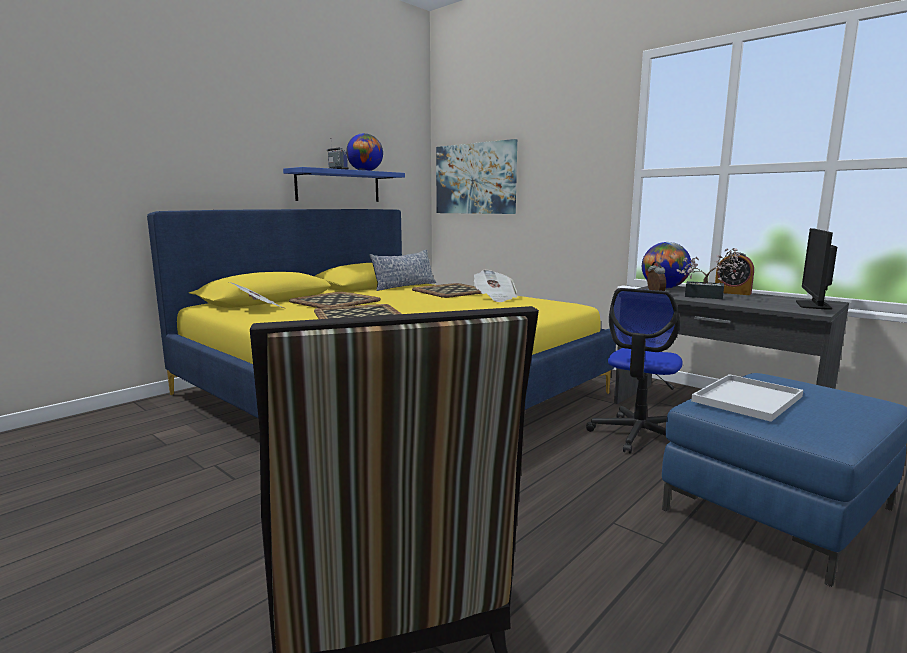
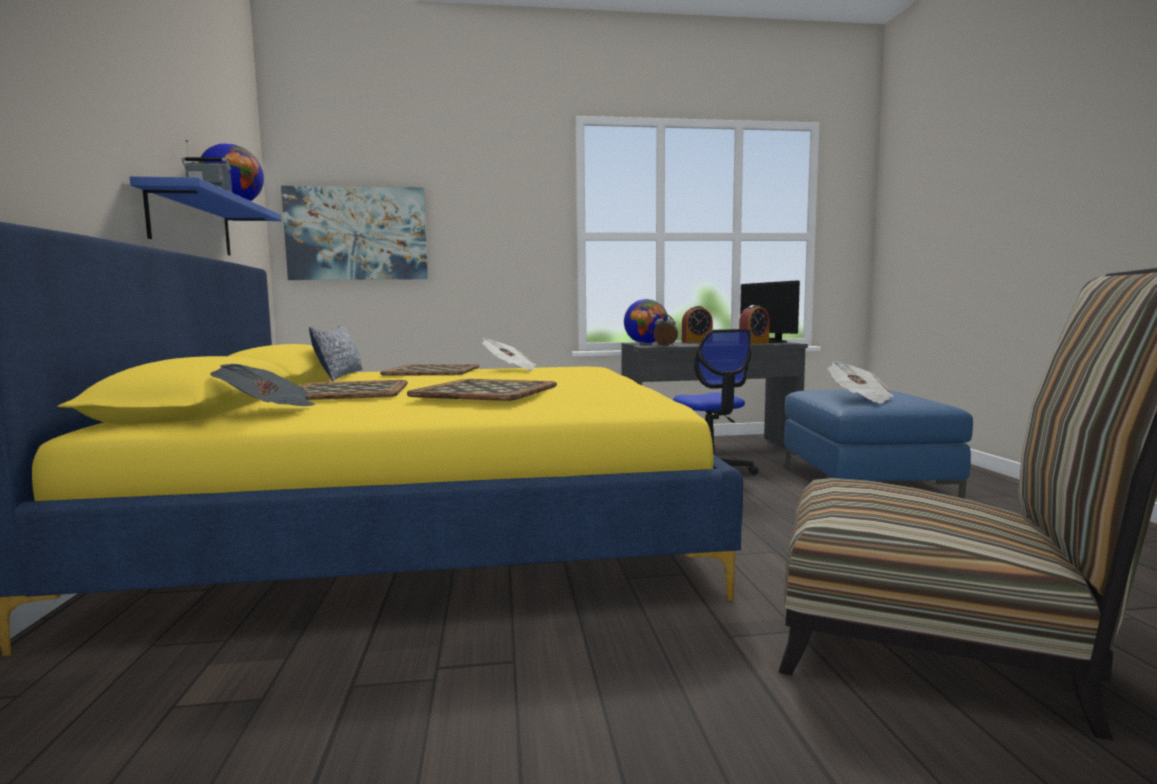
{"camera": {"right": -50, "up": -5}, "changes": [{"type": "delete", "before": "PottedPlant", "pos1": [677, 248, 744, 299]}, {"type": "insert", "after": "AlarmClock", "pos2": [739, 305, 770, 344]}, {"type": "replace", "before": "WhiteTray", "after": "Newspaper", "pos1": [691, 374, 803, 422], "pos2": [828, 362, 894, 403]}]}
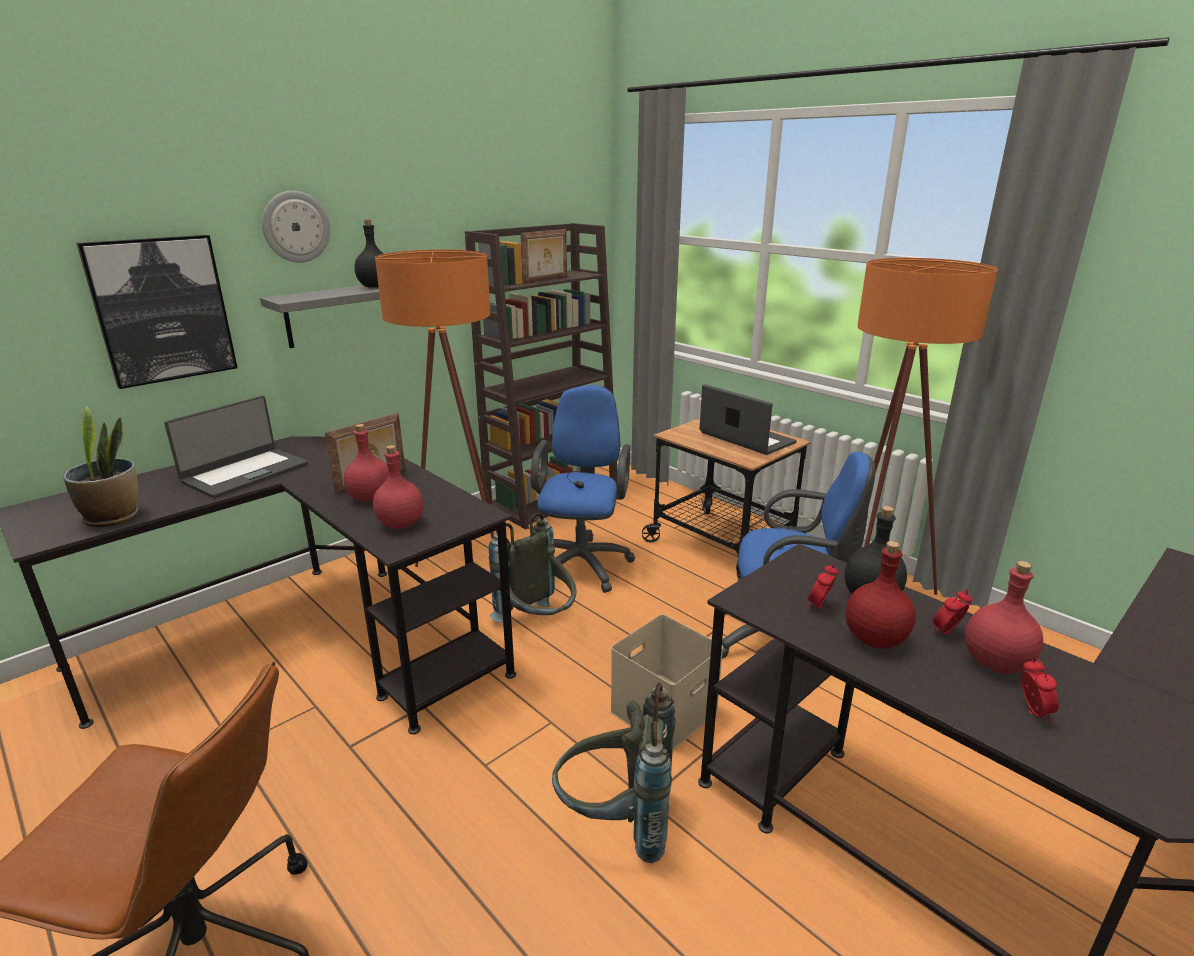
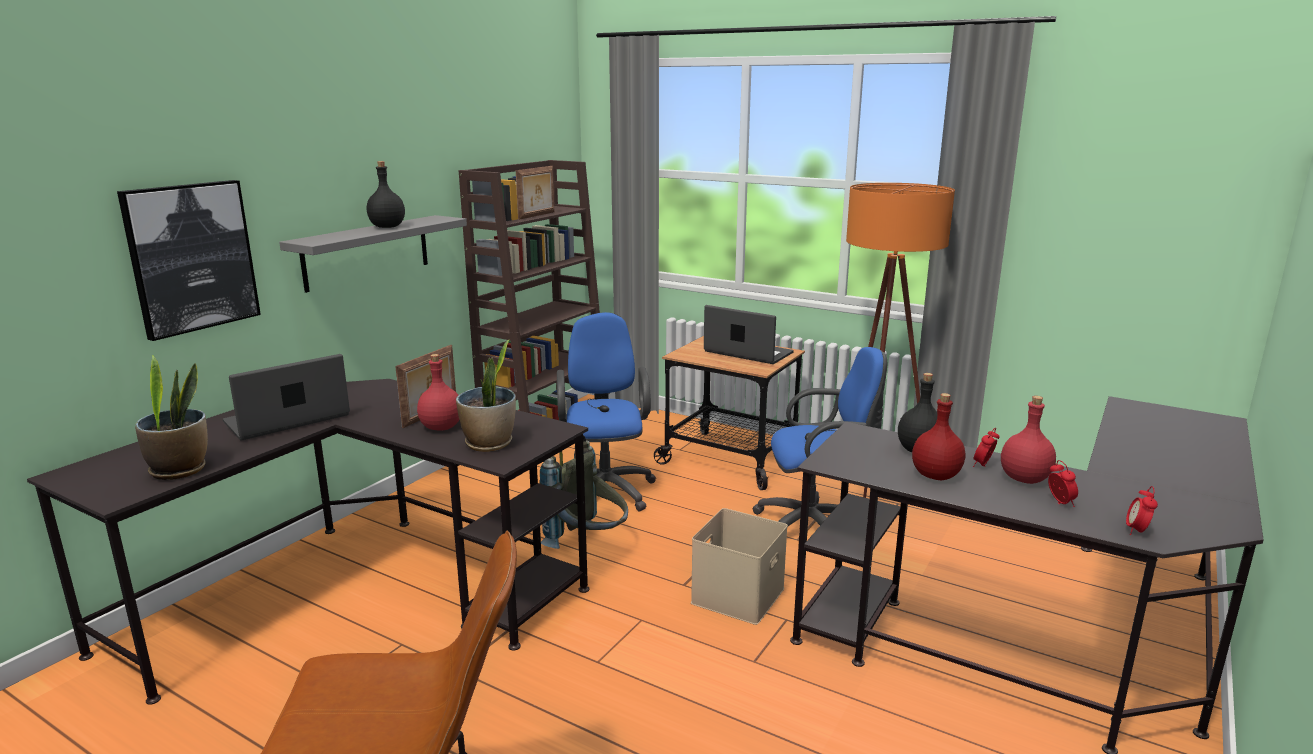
{"camera": {"right": -15, "up": -5}, "changes": [{"type": "delete", "before": "WallClock", "pos1": [262, 191, 330, 263]}, {"type": "delete", "before": "OrangeFloorLamp", "pos1": [375, 250, 497, 567]}, {"type": "delete", "before": "GreyBackpack", "pos1": [552, 683, 675, 863]}, {"type": "move", "before": "AlarmClock", "pos1": [807, 563, 839, 609], "pos2": [1126, 486, 1158, 535]}, {"type": "replace", "before": "RedBottle", "after": "PottedPlant", "pos1": [373, 445, 423, 529], "pos2": [456, 339, 516, 452]}, {"type": "rotate", "before": "Laptop", "pos1": [164, 396, 308, 498], "pos2": [223, 354, 350, 440], "turn": -150}]}
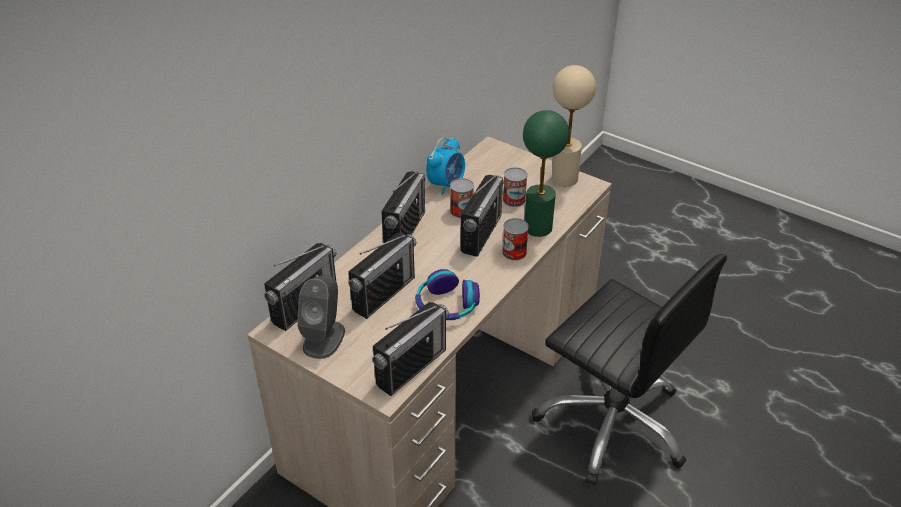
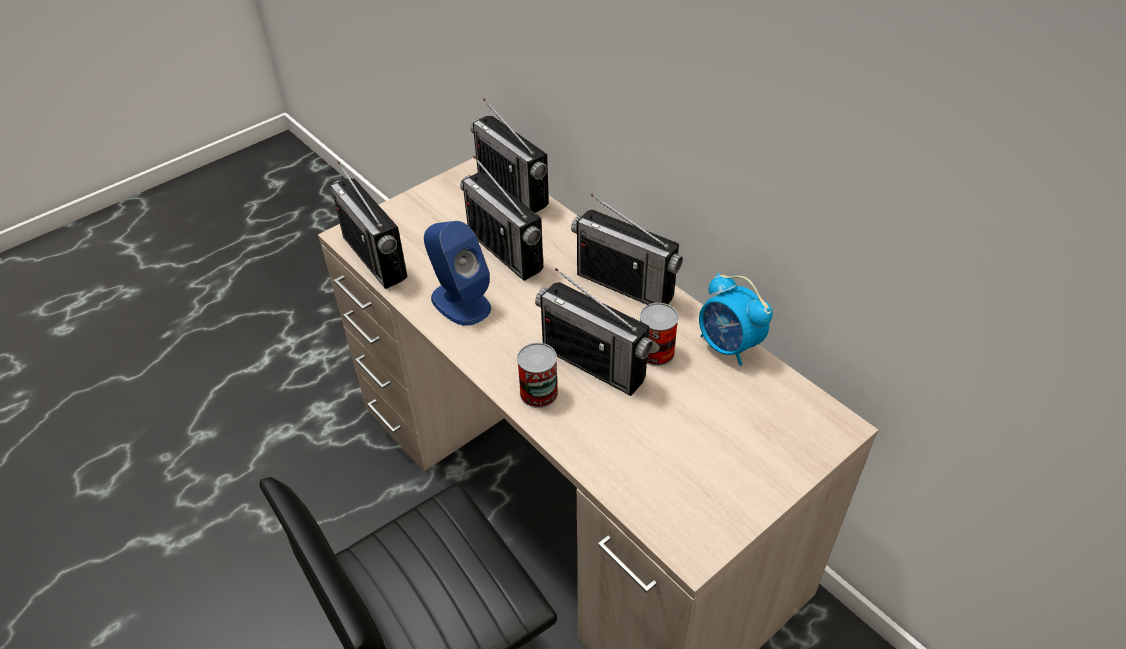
{"camera": {"right": 105, "up": 5}, "changes": [{"type": "delete", "before": "GreySpeaker", "pos1": [297, 275, 345, 359]}, {"type": "delete", "before": "Can", "pos1": [503, 167, 527, 207]}, {"type": "delete", "before": "GreenTableLamp", "pos1": [523, 110, 569, 237]}, {"type": "delete", "before": "BeigeTableLamp", "pos1": [552, 65, 596, 186]}, {"type": "replace", "before": "Headphones", "after": "BlueSpeaker", "pos1": [415, 269, 480, 320], "pos2": [424, 221, 491, 326]}]}
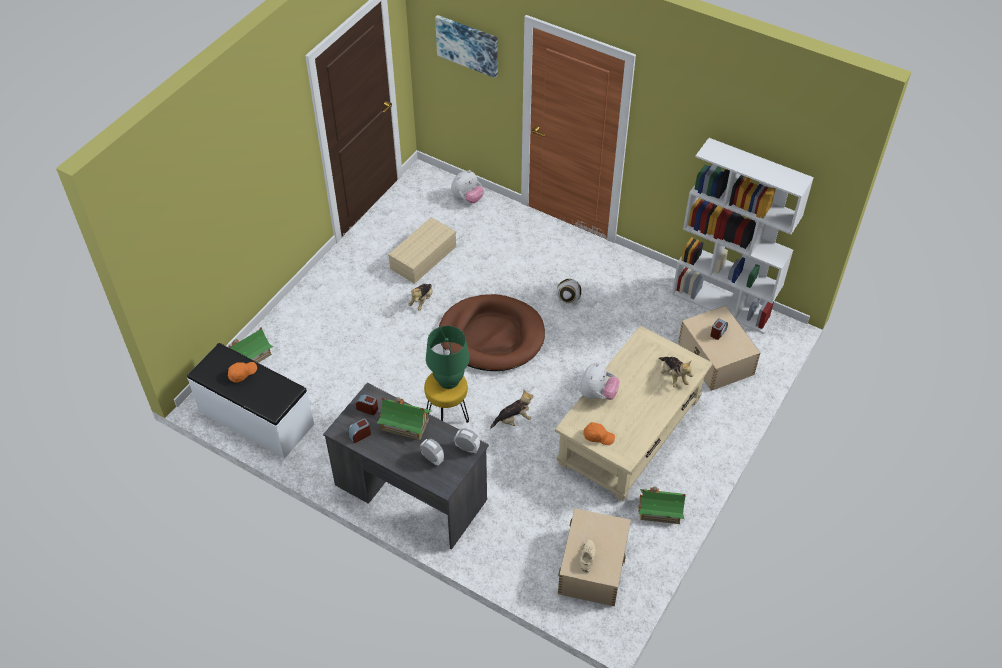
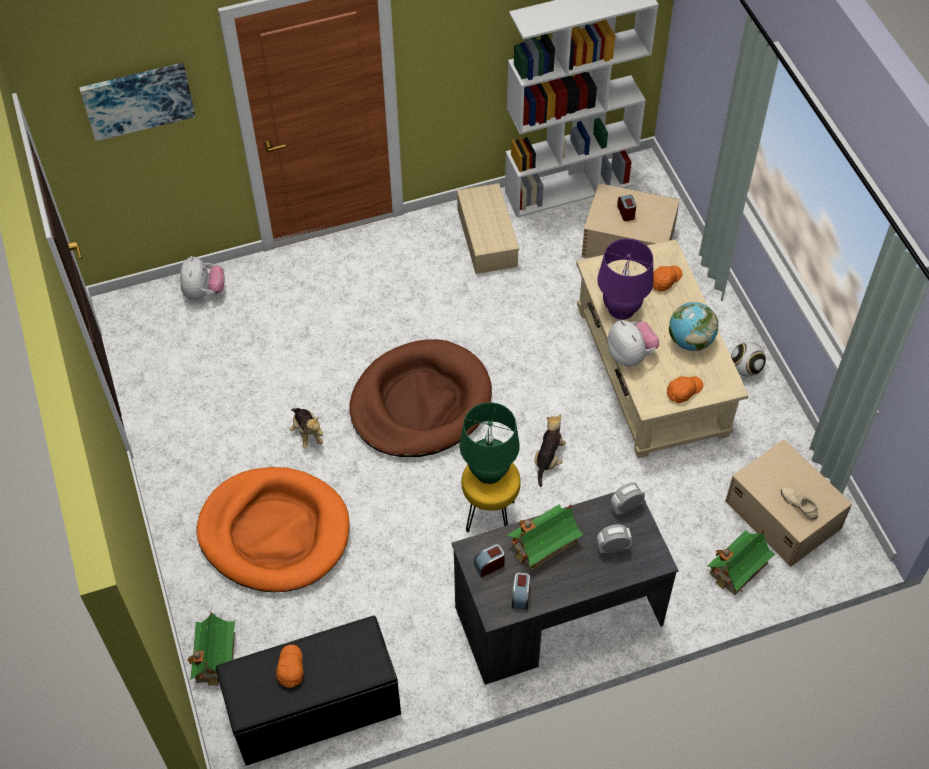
{"camera": {"right": -50, "up": 5}, "changes": [{"type": "insert", "after": "OrangeDogBed", "pos2": [196, 467, 349, 592]}, {"type": "insert", "after": "PurpleTableLamp", "pos2": [597, 238, 653, 320]}, {"type": "insert", "after": "Globe", "pos2": [669, 302, 718, 351]}, {"type": "move", "before": "BeigeStorageBox", "pos1": [388, 217, 456, 284], "pos2": [457, 183, 519, 274]}, {"type": "move", "before": "Football", "pos1": [557, 279, 582, 304], "pos2": [731, 342, 766, 376]}, {"type": "move", "before": "ToyHouse", "pos1": [638, 487, 686, 524], "pos2": [707, 530, 775, 595]}, {"type": "replace", "before": "PlushToy", "after": "OrangeCap", "pos1": [659, 357, 693, 388], "pos2": [653, 266, 682, 292]}, {"type": "recolor", "before": "WhiteBench", "after": "BlackBench", "pos1": [187, 343, 314, 459], "pos2": [216, 616, 401, 766]}]}
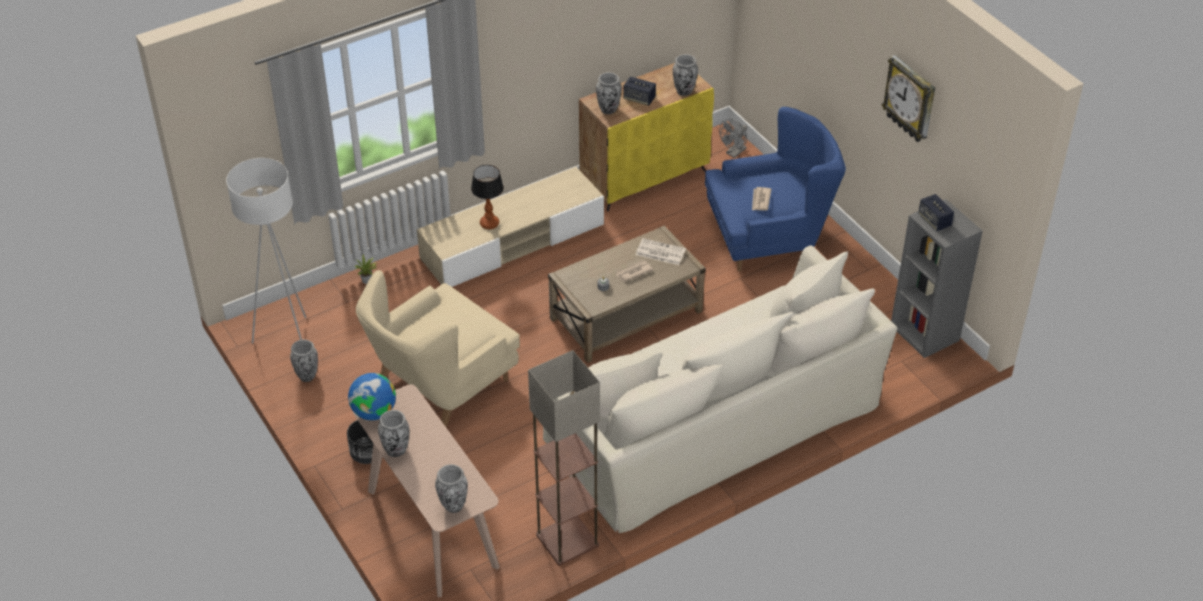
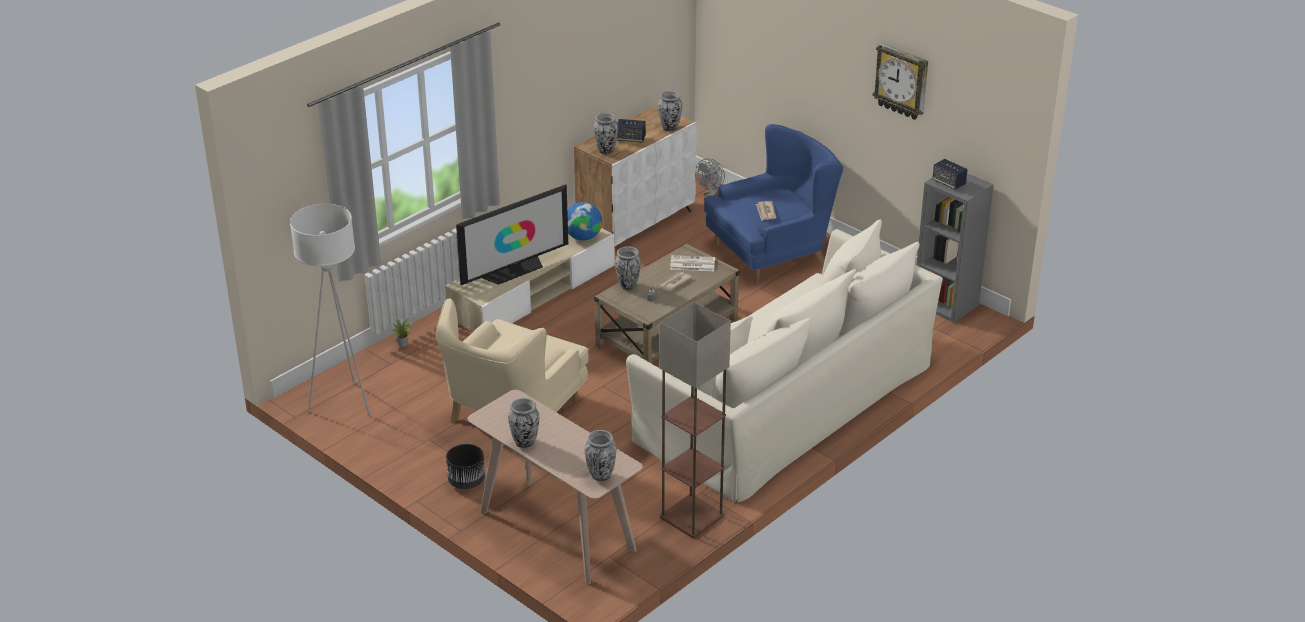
{"camera": {"right": -15, "up": -10}, "changes": [{"type": "move", "before": "Vase", "pos1": [290, 339, 318, 382], "pos2": [615, 246, 641, 290]}, {"type": "move", "before": "Globe", "pos1": [348, 373, 396, 420], "pos2": [567, 202, 602, 241]}, {"type": "replace", "before": "TableLamp", "after": "Television", "pos1": [471, 165, 504, 229], "pos2": [456, 184, 568, 286]}, {"type": "recolor", "before": "YellowCabinet", "after": "WhiteCabinet", "pos1": [579, 63, 714, 211], "pos2": [574, 105, 697, 246]}]}
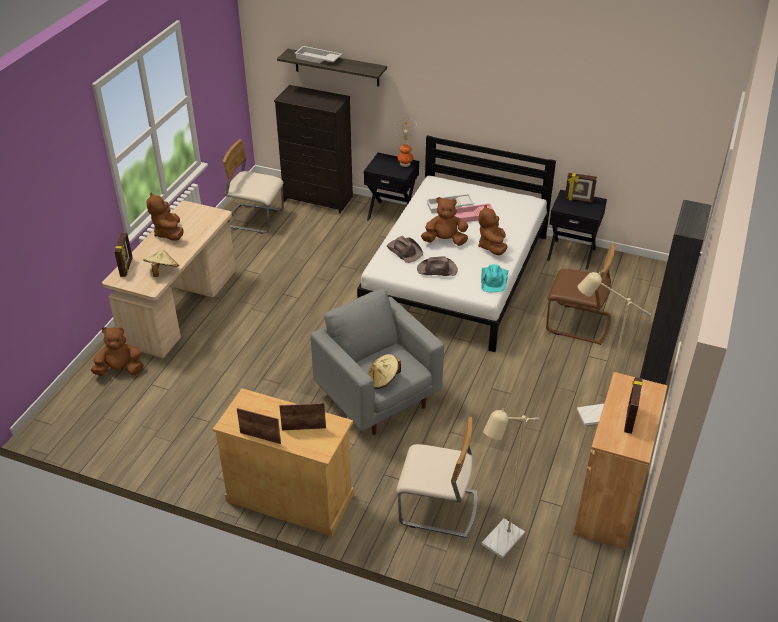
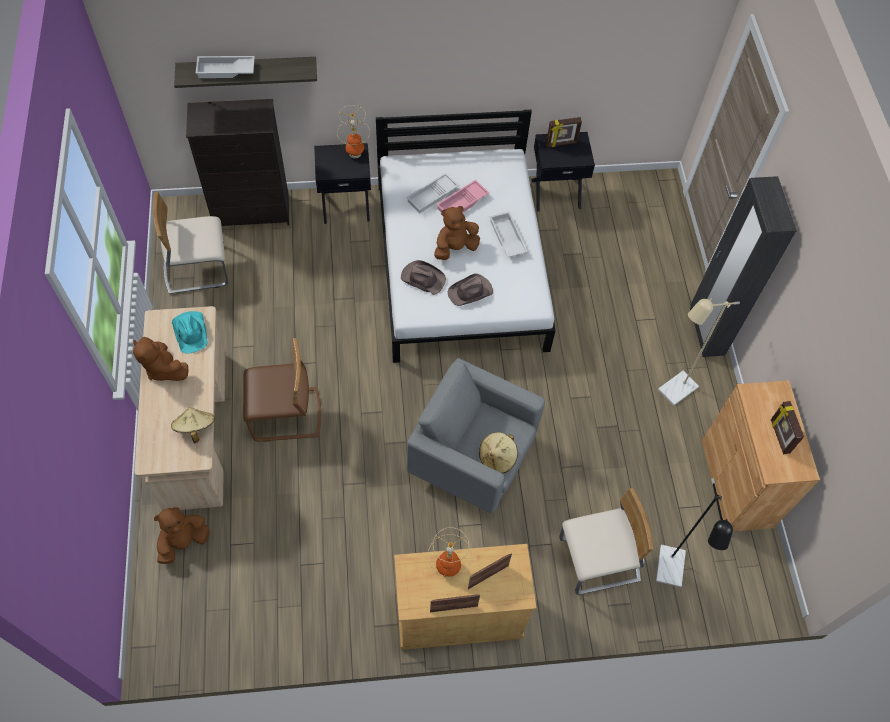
{"camera": {"right": -30, "up": 20}, "changes": [{"type": "delete", "before": "PictureFrame", "pos1": [114, 232, 133, 277]}, {"type": "insert", "after": "TableLamp", "pos2": [428, 527, 472, 577]}, {"type": "move", "before": "TurquoiseHat", "pos1": [481, 264, 508, 292], "pos2": [172, 311, 208, 353]}, {"type": "move", "before": "BrownChair", "pos1": [546, 243, 615, 345], "pos2": [243, 338, 321, 441]}, {"type": "replace", "before": "BrownPlushToy", "after": "WhiteTray", "pos1": [478, 205, 507, 255], "pos2": [489, 211, 528, 257]}, {"type": "recolor", "before": "BeigeFloorLamp", "after": "BlackFloorLamp", "pos1": [481, 408, 540, 558], "pos2": [656, 478, 733, 587]}]}
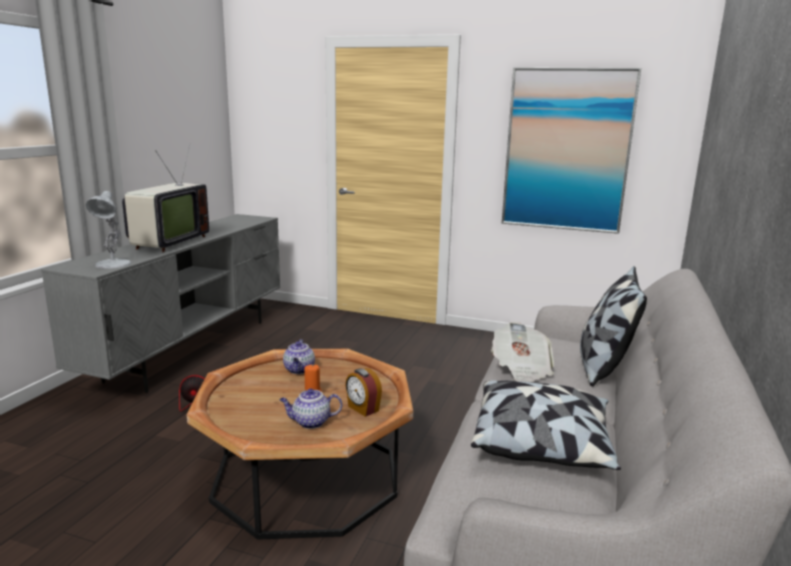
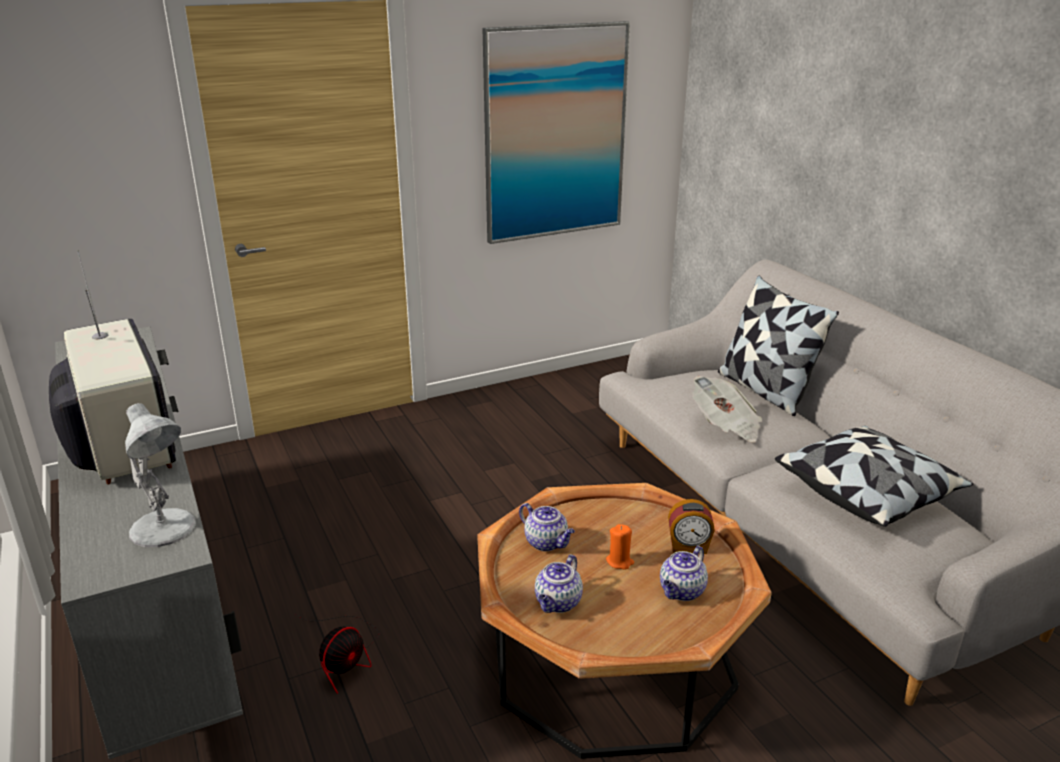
{"camera": {"right": -45, "up": 10}, "changes": [{"type": "insert", "after": "Teapot", "pos2": [535, 554, 583, 613]}]}
